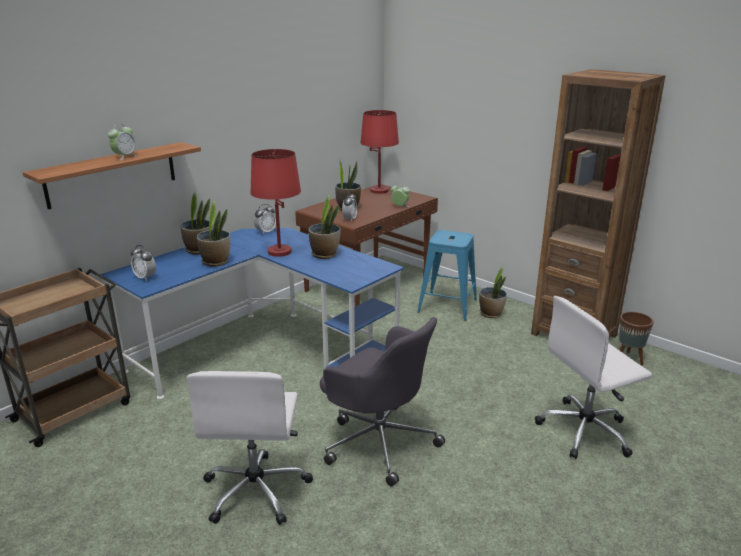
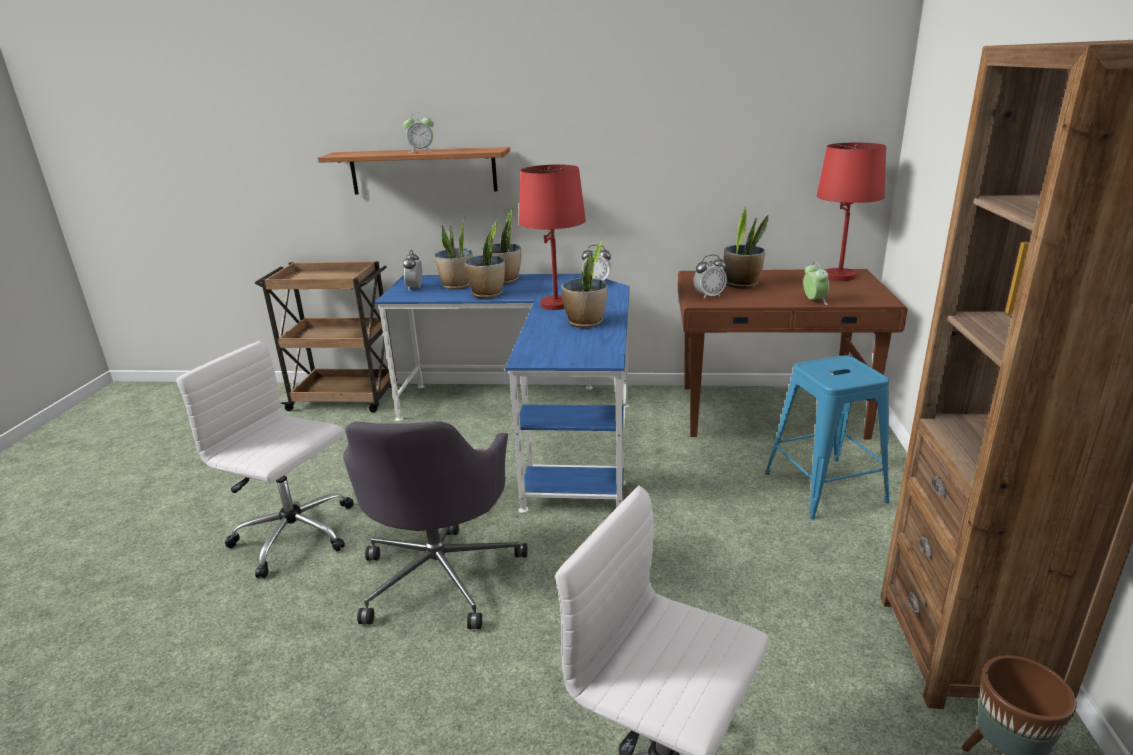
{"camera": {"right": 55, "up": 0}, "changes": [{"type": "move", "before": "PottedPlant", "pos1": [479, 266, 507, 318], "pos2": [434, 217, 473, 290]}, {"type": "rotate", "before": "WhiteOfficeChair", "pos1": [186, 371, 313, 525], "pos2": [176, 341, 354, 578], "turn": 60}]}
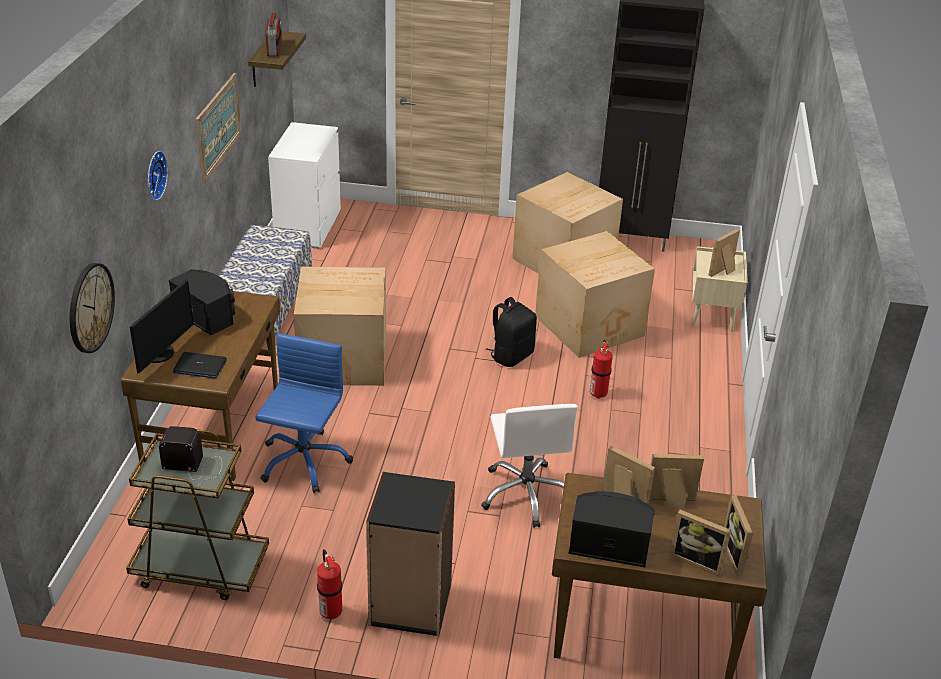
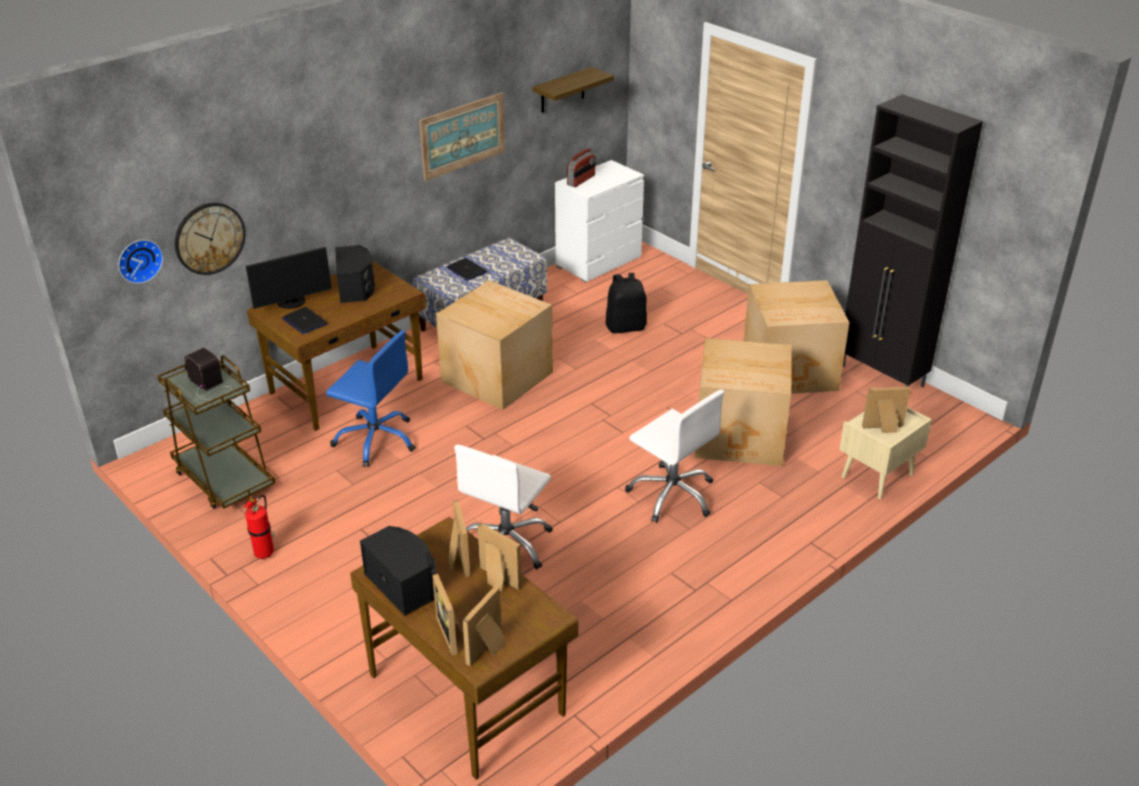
{"camera": {"right": 40, "up": 0}, "changes": [{"type": "delete", "before": "BlackBookcase", "pos1": [366, 472, 455, 636]}, {"type": "insert", "after": "Laptop", "pos2": [446, 258, 487, 281]}, {"type": "move", "before": "WallClock", "pos1": [147, 151, 168, 200], "pos2": [118, 240, 163, 284]}, {"type": "move", "before": "Radio", "pos1": [265, 12, 282, 56], "pos2": [567, 148, 595, 187]}, {"type": "move", "before": "BlackBackpack", "pos1": [486, 297, 537, 367], "pos2": [606, 273, 647, 333]}, {"type": "replace", "before": "FireExtinguisher", "after": "WhiteOfficeChair", "pos1": [590, 339, 613, 399], "pos2": [625, 390, 724, 523]}, {"type": "rotate", "before": "BlueOfficeChair", "pos1": [255, 333, 353, 493], "pos2": [326, 330, 416, 467], "turn": 60}]}
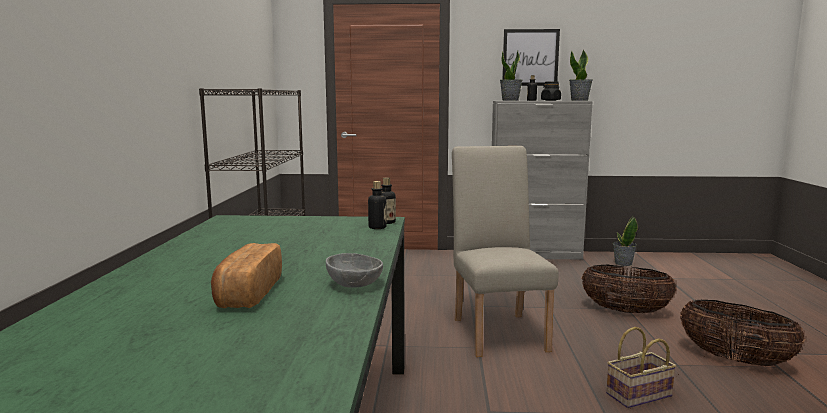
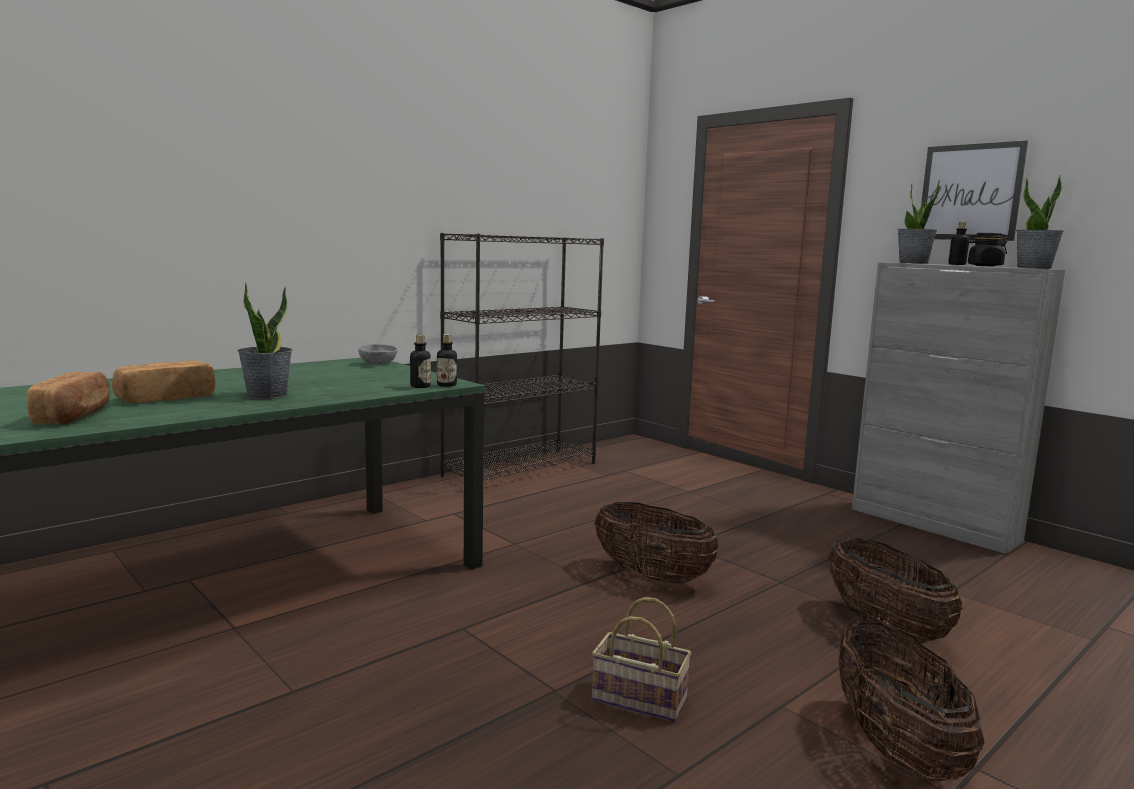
{"camera": {"right": 45, "up": 0}, "changes": [{"type": "insert", "after": "Bread", "pos2": [27, 372, 110, 424]}, {"type": "move", "before": "GreyBowl", "pos1": [326, 253, 383, 288], "pos2": [358, 344, 398, 364]}, {"type": "move", "before": "PottedPlant", "pos1": [613, 216, 638, 266], "pos2": [237, 283, 292, 399]}, {"type": "replace", "before": "BeigeChair", "after": "Basket", "pos1": [452, 146, 558, 357], "pos2": [594, 502, 719, 584]}]}
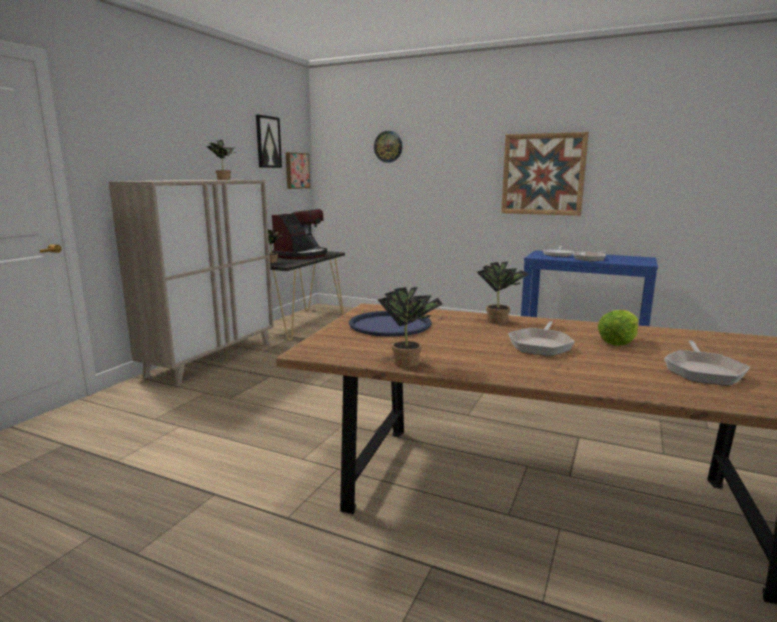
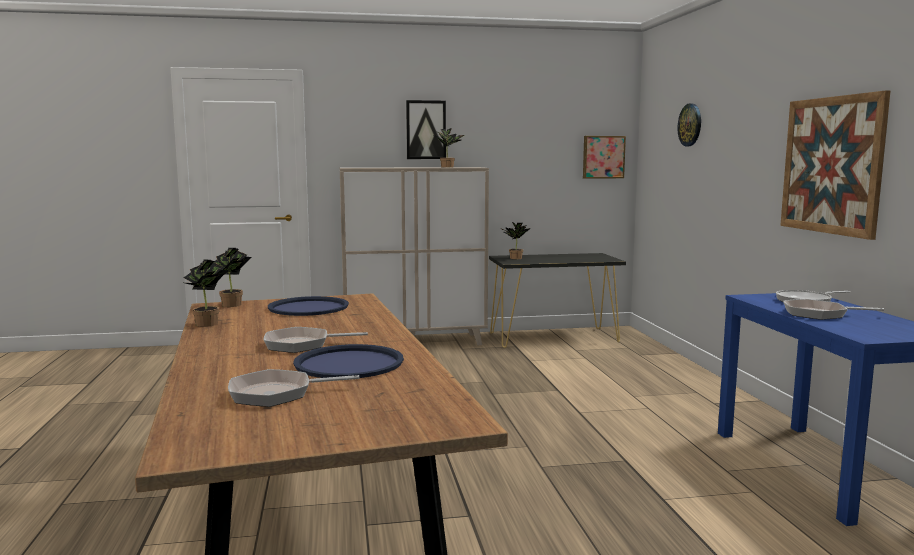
{"camera": {"right": 55, "up": -5}, "changes": [{"type": "delete", "before": "CoffeeMachine", "pos1": [272, 209, 327, 259]}, {"type": "move", "before": "Picture", "pos1": [256, 115, 282, 168], "pos2": [406, 100, 446, 159]}, {"type": "move", "before": "PottedPlant", "pos1": [477, 261, 529, 324], "pos2": [214, 248, 252, 307]}, {"type": "replace", "before": "Lettuce", "after": "BlueTray", "pos1": [598, 310, 638, 346], "pos2": [293, 344, 404, 378]}]}
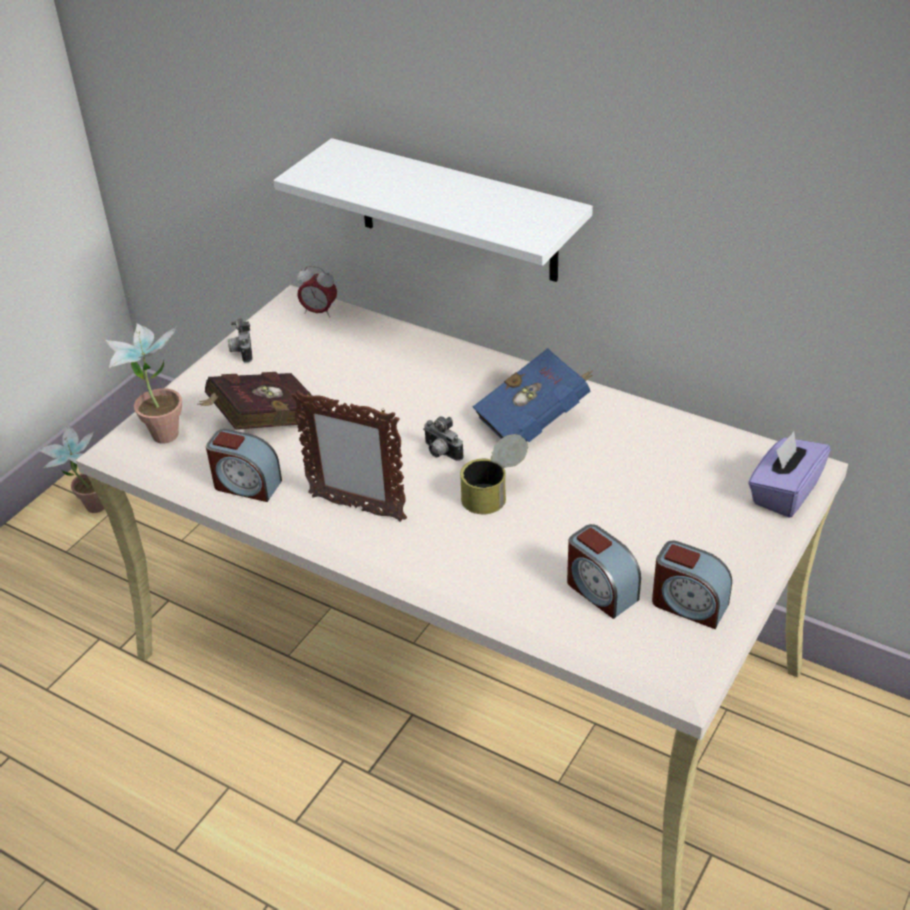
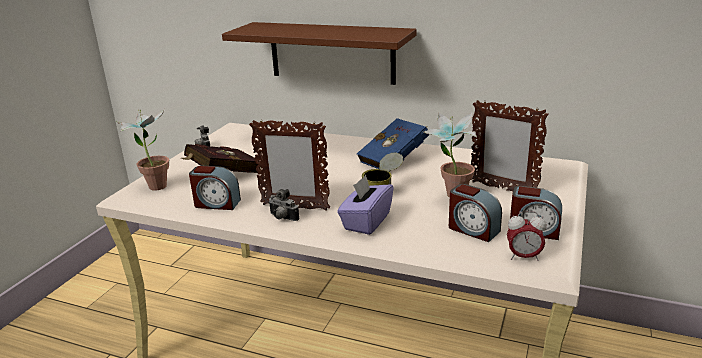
{"camera": {"right": -10, "up": -15}, "changes": [{"type": "insert", "after": "PictureFrame", "pos2": [471, 100, 549, 191]}, {"type": "move", "before": "PottedPlant", "pos1": [37, 423, 104, 513], "pos2": [424, 111, 477, 198]}, {"type": "move", "before": "AlarmClock", "pos1": [297, 266, 337, 318], "pos2": [507, 211, 546, 261]}, {"type": "move", "before": "PhotoCamera", "pos1": [423, 416, 464, 461], "pos2": [268, 189, 299, 221]}, {"type": "move", "before": "PurpleTissueBox", "pos1": [748, 432, 831, 518], "pos2": [337, 175, 394, 235]}, {"type": "recolor", "before": "WhiteShelf", "after": "BrownShelf", "pos1": [274, 138, 593, 282], "pos2": [222, 22, 417, 85]}]}
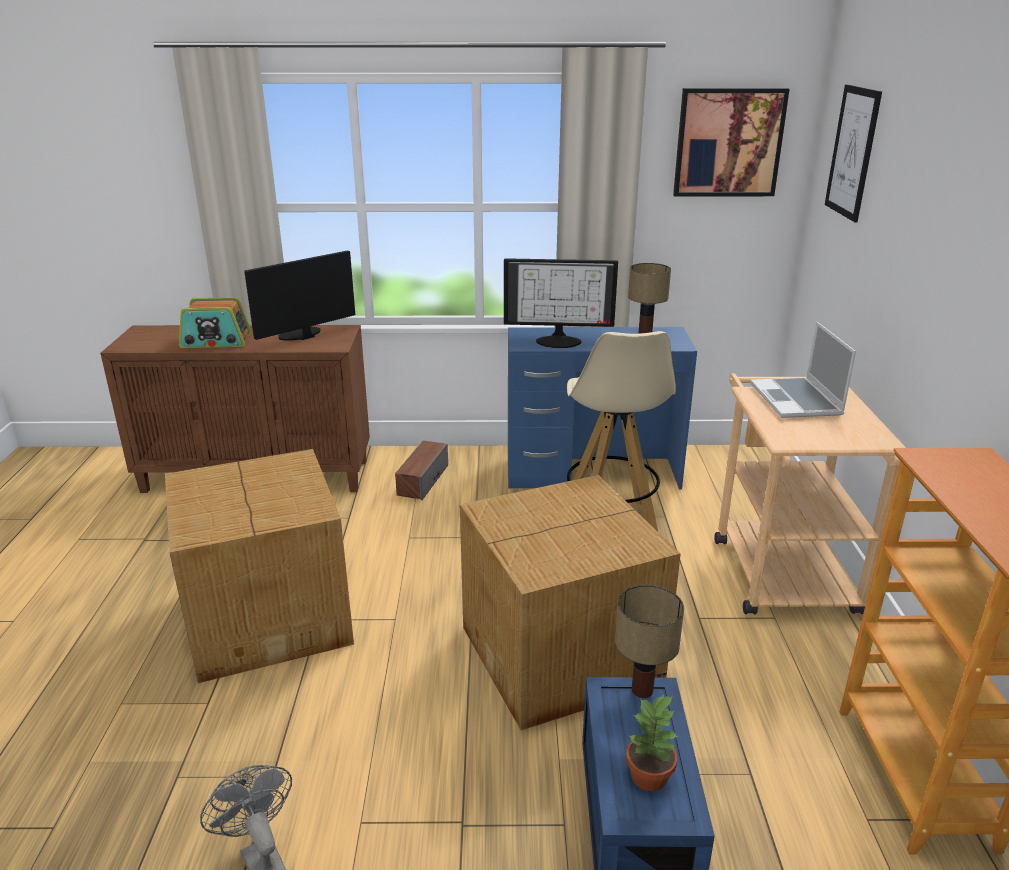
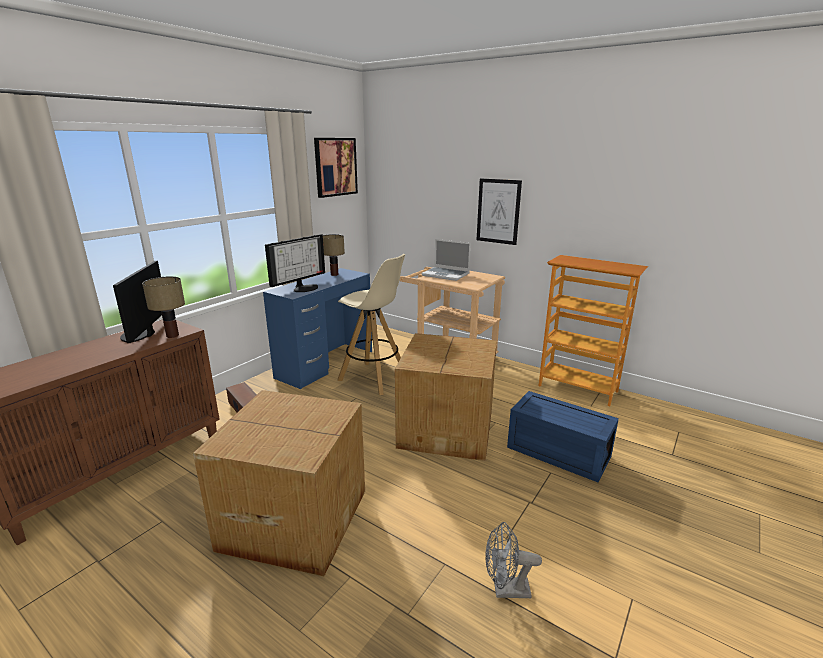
{"camera": {"right": -55, "up": -5}, "changes": [{"type": "delete", "before": "Radio", "pos1": [179, 297, 252, 348]}, {"type": "delete", "before": "PottedPlant", "pos1": [626, 694, 679, 791]}, {"type": "move", "before": "TableLamp", "pos1": [615, 585, 684, 698], "pos2": [142, 276, 185, 338]}, {"type": "move", "before": "Picture", "pos1": [825, 85, 882, 222], "pos2": [477, 178, 522, 245]}]}
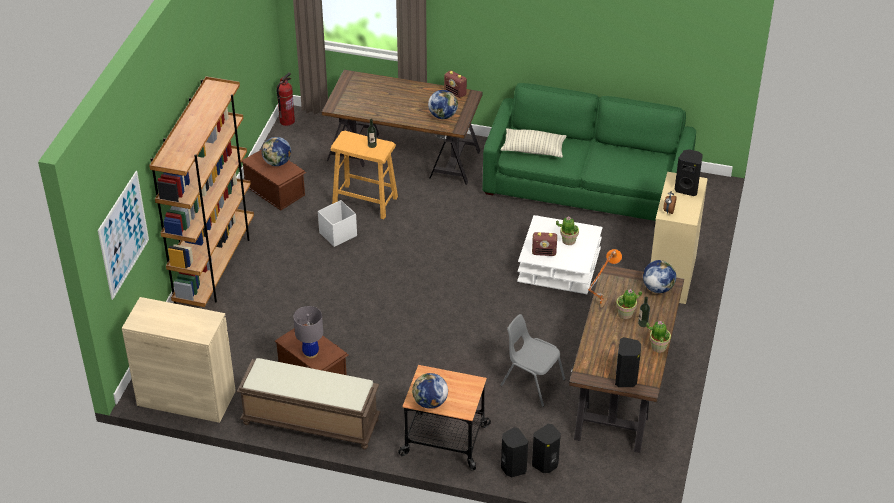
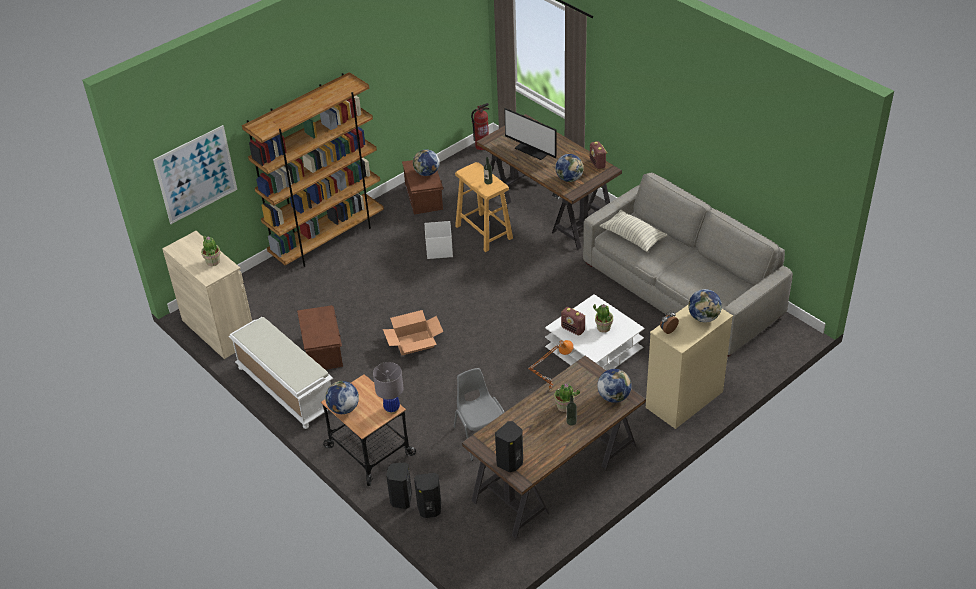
{"camera": {"right": 35, "up": 0}, "changes": [{"type": "insert", "after": "CardboardBox", "pos2": [383, 310, 443, 355]}, {"type": "insert", "after": "Monitor", "pos2": [504, 108, 557, 160]}, {"type": "move", "before": "GreyTableLamp", "pos1": [294, 306, 323, 358], "pos2": [373, 362, 404, 414]}, {"type": "move", "before": "PottedPlant", "pos1": [646, 321, 671, 353], "pos2": [201, 235, 221, 266]}, {"type": "replace", "before": "BlackSpeaker", "after": "Globe", "pos1": [674, 149, 703, 196], "pos2": [688, 289, 722, 323]}, {"type": "recolor", "before": "BrownBench", "after": "WhiteBench", "pos1": [236, 358, 380, 449], "pos2": [229, 317, 333, 429]}, {"type": "recolor", "before": "GreenSofa", "after": "GreySofa", "pos1": [482, 83, 696, 221], "pos2": [583, 173, 793, 357]}]}
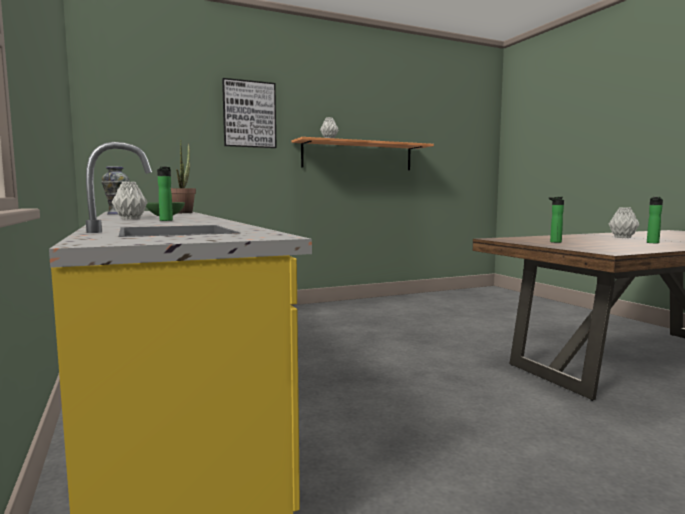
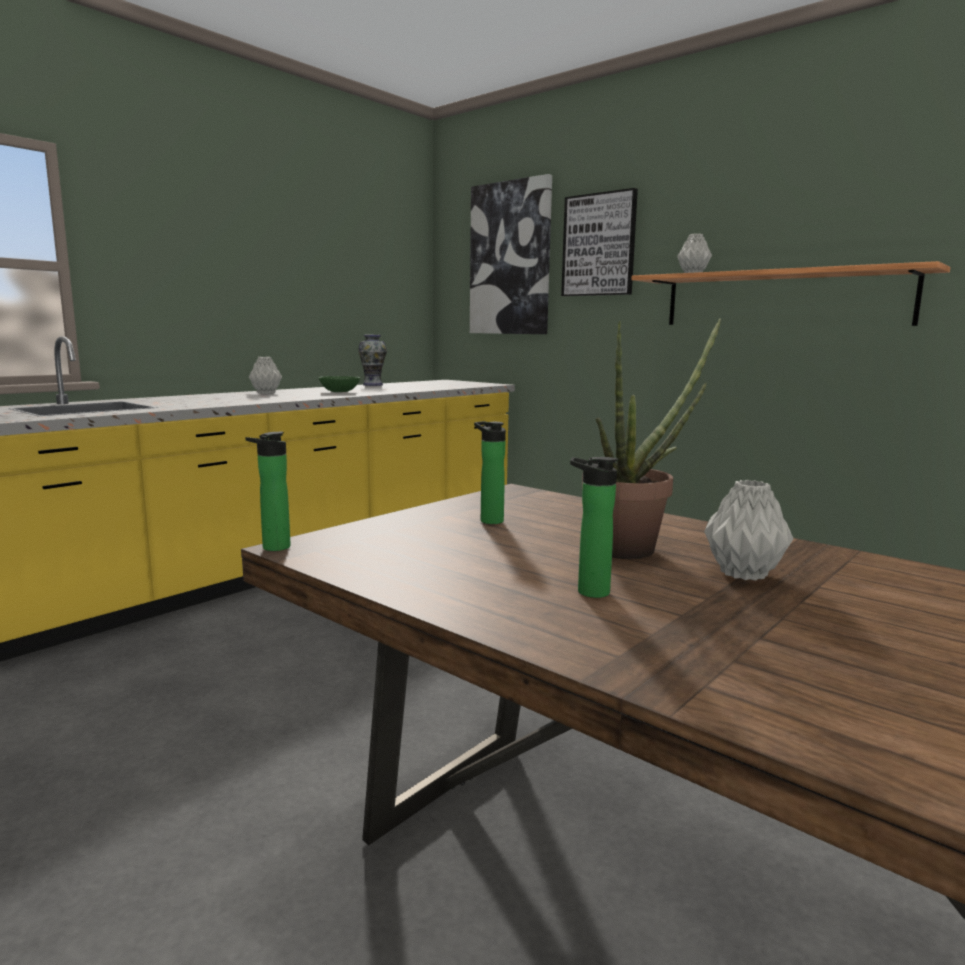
{"camera": {"right": 65, "up": 5}, "changes": [{"type": "insert", "after": "Picture", "pos2": [470, 174, 552, 334]}, {"type": "move", "before": "Bottle", "pos1": [157, 166, 173, 221], "pos2": [245, 432, 291, 551]}, {"type": "move", "before": "PottedPlant", "pos1": [171, 140, 196, 213], "pos2": [582, 318, 721, 559]}]}
